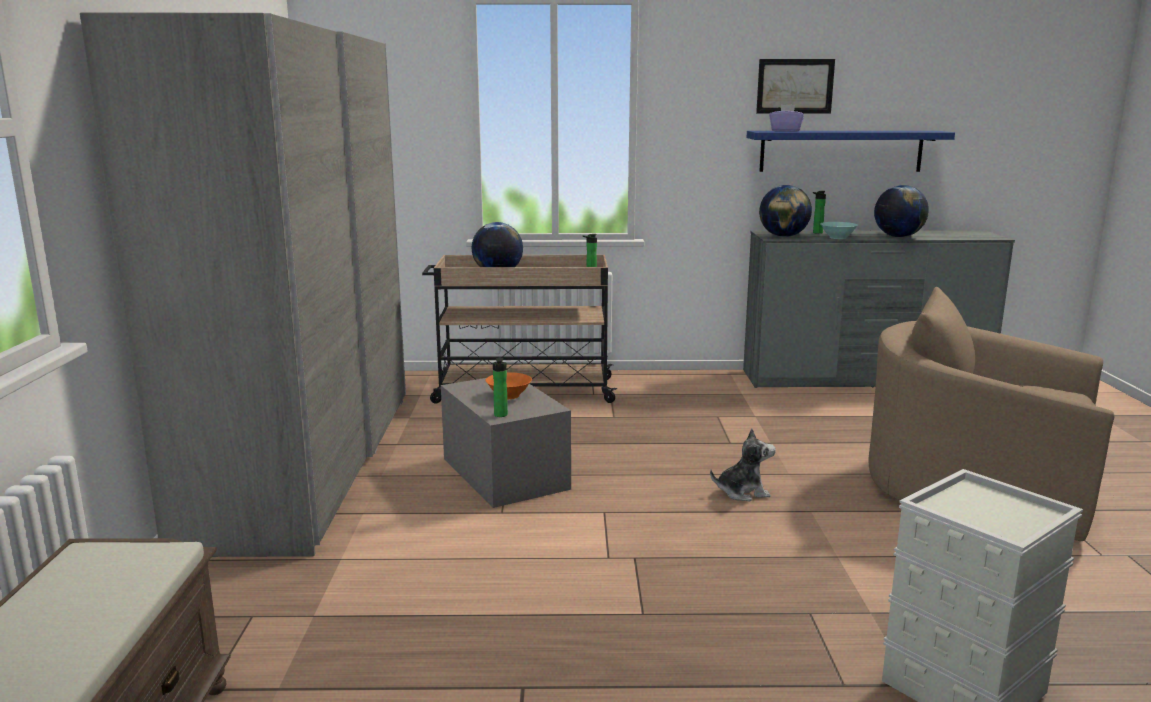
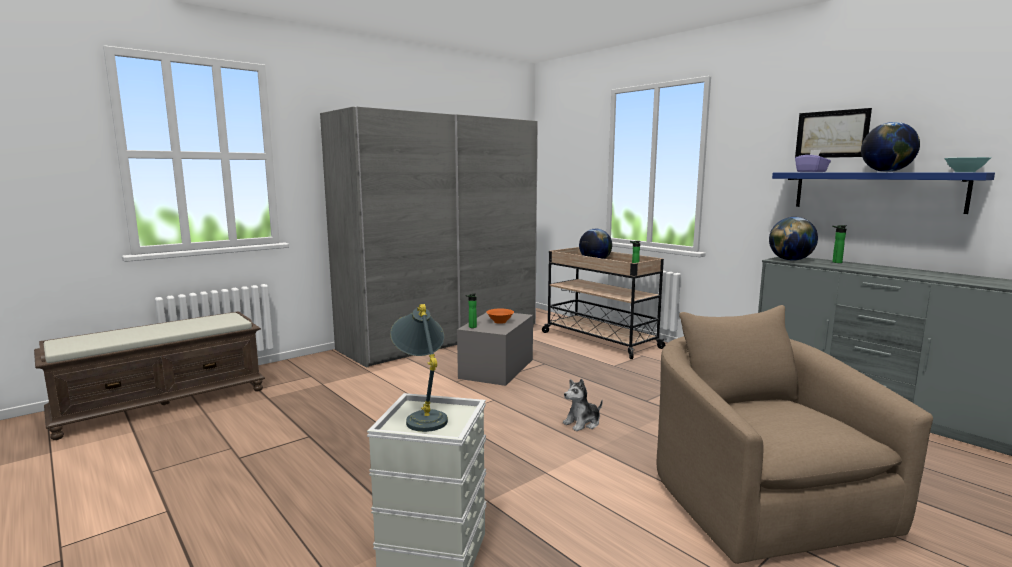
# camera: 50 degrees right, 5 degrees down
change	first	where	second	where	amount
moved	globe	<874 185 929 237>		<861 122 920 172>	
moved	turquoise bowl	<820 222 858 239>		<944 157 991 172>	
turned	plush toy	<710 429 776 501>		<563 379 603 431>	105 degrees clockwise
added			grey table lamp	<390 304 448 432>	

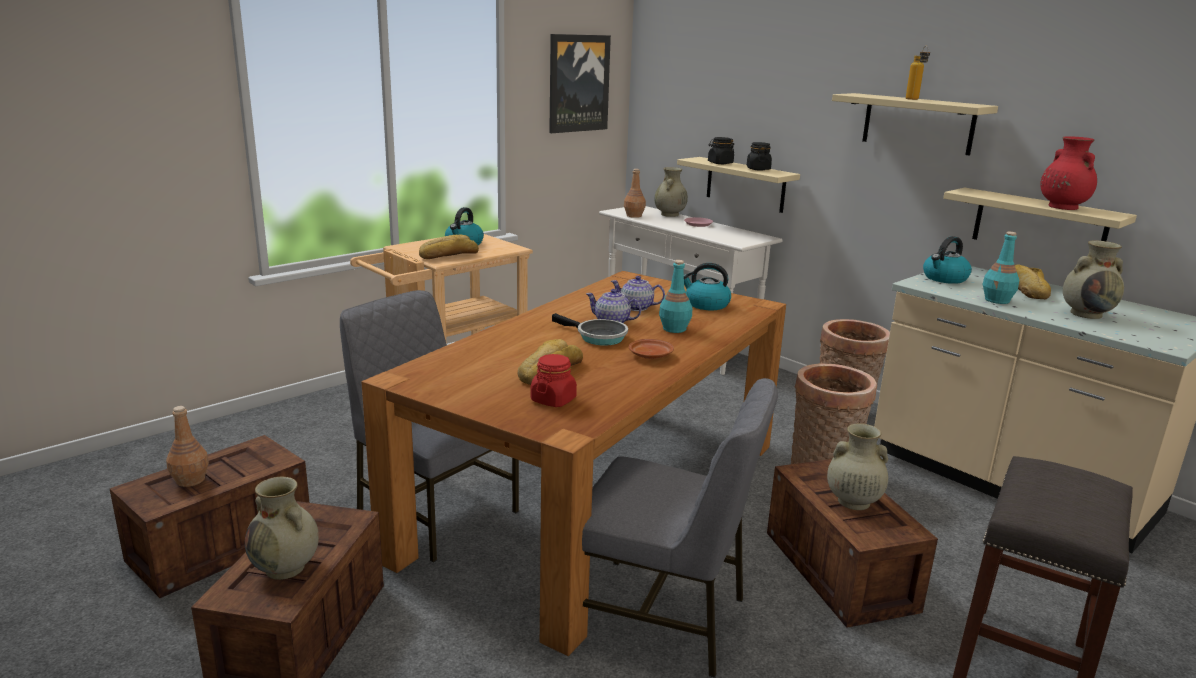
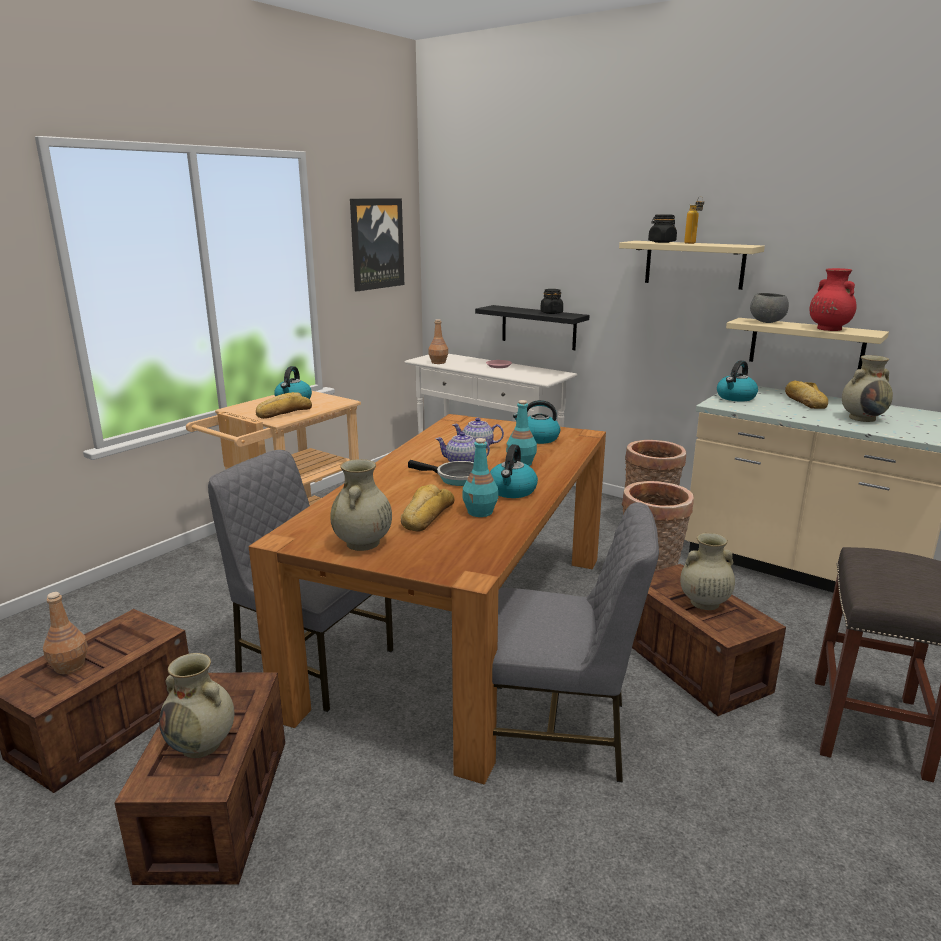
# camera: 10 degrees left, 0 degrees up
change	first	where	second	where	amount
moved	black jar	<708 137 734 164>		<648 215 677 243>	
recoloured	beige shelf	<677 157 800 213>	black shelf	<475 305 590 350>	
moved	beige vase	<654 167 688 217>		<330 459 392 551>	
moved	turquoise bottle	<983 232 1019 304>		<462 438 498 517>	
replaced	brown plate	<629 339 674 359>	kettle	<490 444 538 498>	
removed	red jar	<531 354 577 407>			
added			grey bowl	<750 293 789 323>	

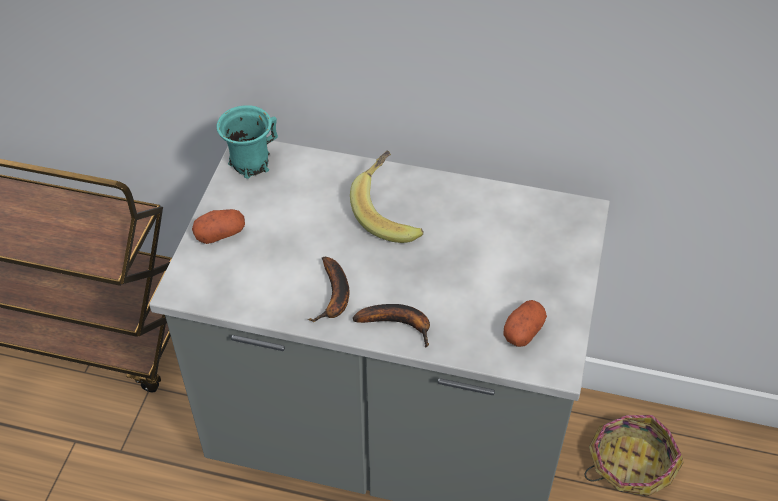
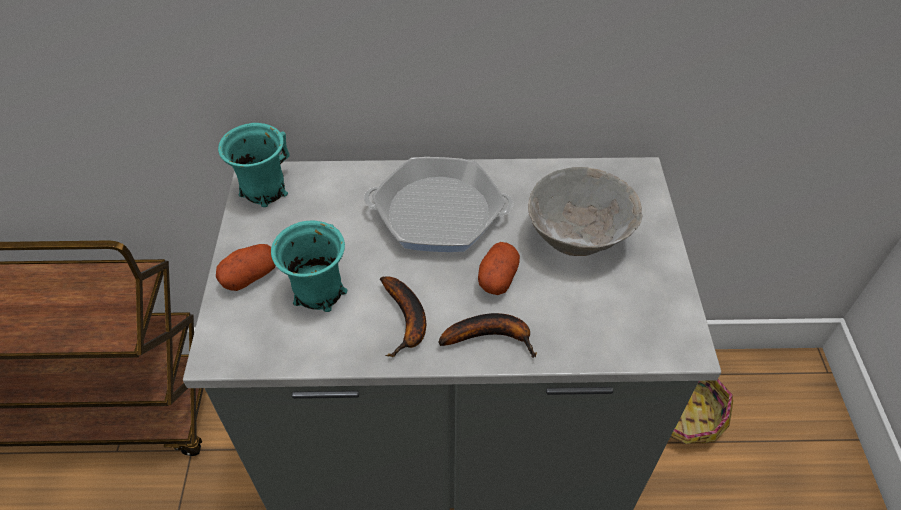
# camera: 15 degrees left, 0 degrees up
change	first	where	second	where	amount
replaced	banana	<350 150 424 243>	frying pan	<364 157 514 252>	
moved	potato	<504 300 547 347>		<478 242 520 295>	
added			grey bowl	<528 167 643 256>	
added			turquoise mug	<271 221 347 312>	

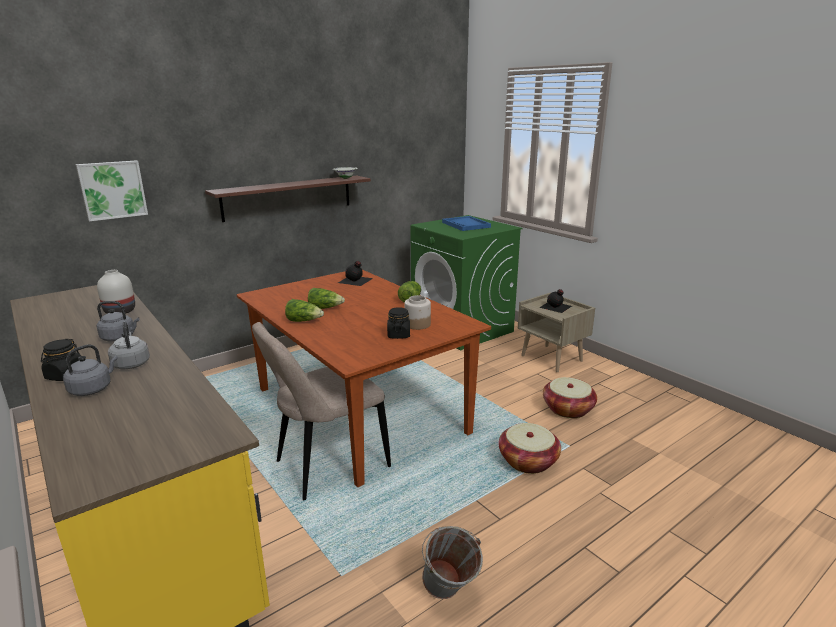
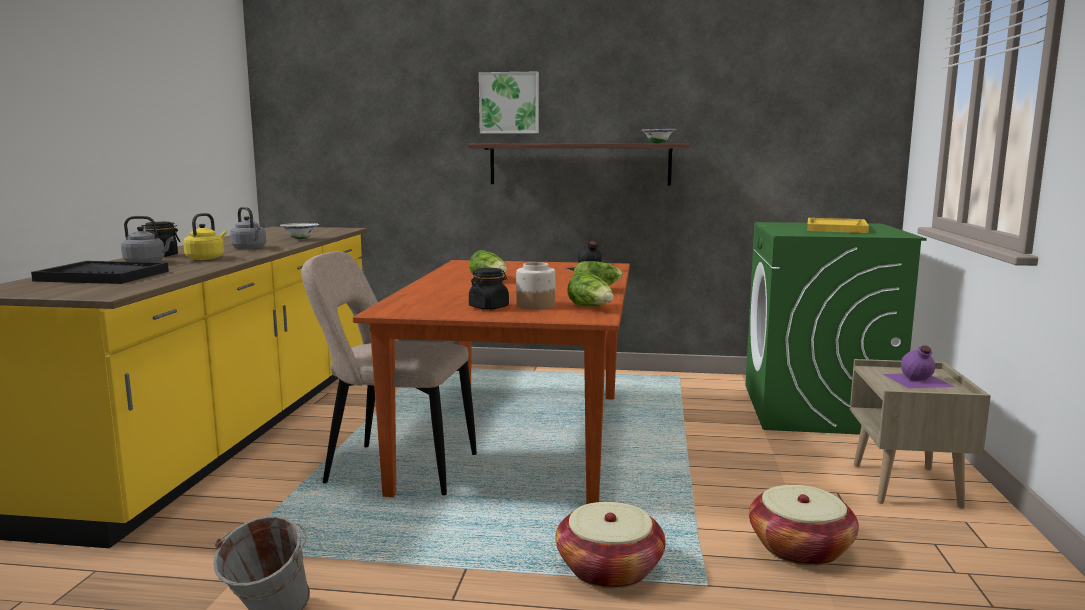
# camera: 45 degrees right, 10 degrees down
change	first	where	second	where	amount
moved	picture	<76 160 148 221>		<479 72 539 133>	
recoloured	blue tray	<442 216 491 231>	yellow tray	<807 218 869 233>	
replaced	white vase	<97 270 135 314>	white bowl	<280 223 319 239>	
recoloured	black bottle	<539 289 572 313>	purple bottle	<883 345 955 389>	
moved	lettuce	<285 299 324 322>		<567 272 613 306>	
recoloured	grey kettle	<108 322 150 369>	yellow kettle	<183 213 227 260>	
added			black tray	<31 261 169 284>	

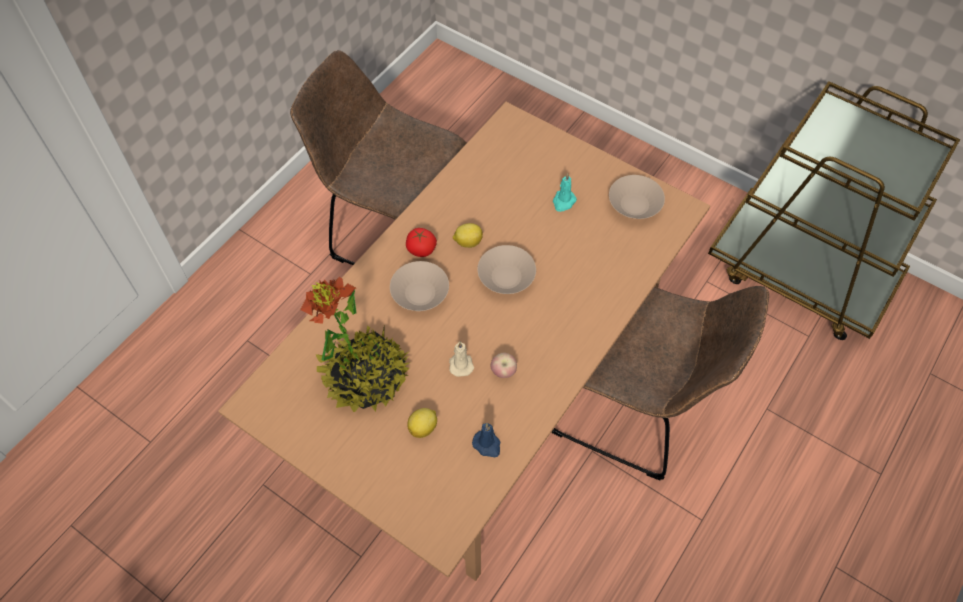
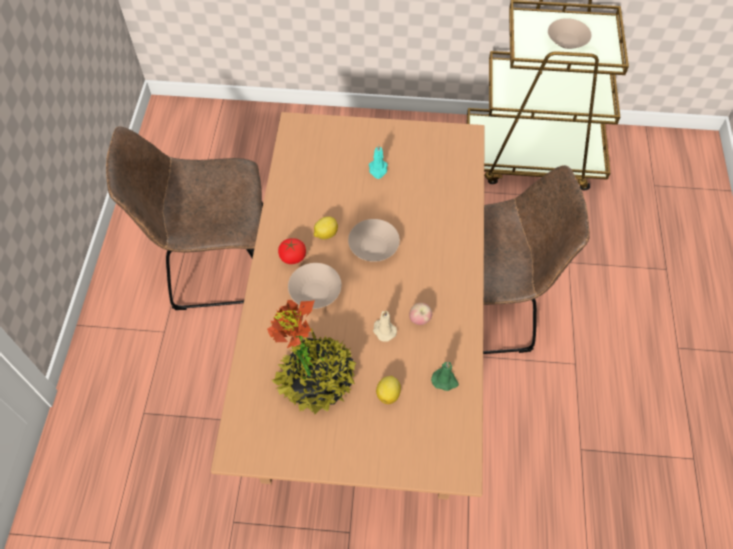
# camera: 30 degrees left, 0 degrees up
change	first	where	second	where	amount
moved	beige bowl	<609 175 665 219>		<548 18 591 49>	
recoloured	blue candle	<472 423 501 457>	green candle	<431 362 459 391>	

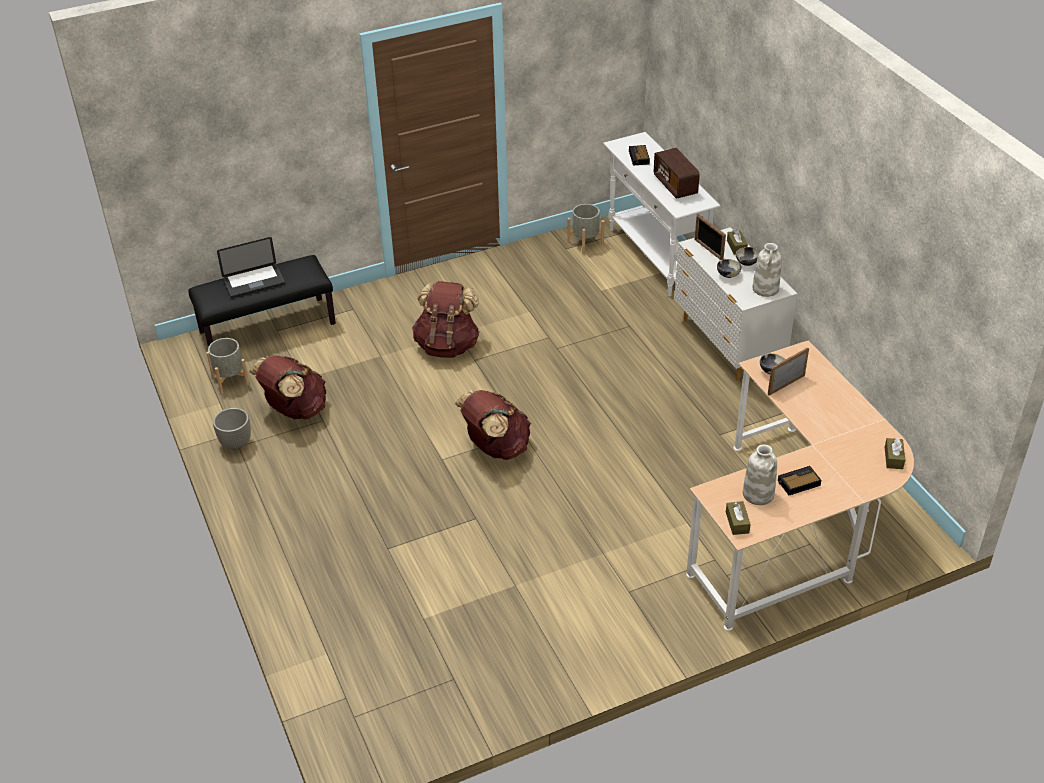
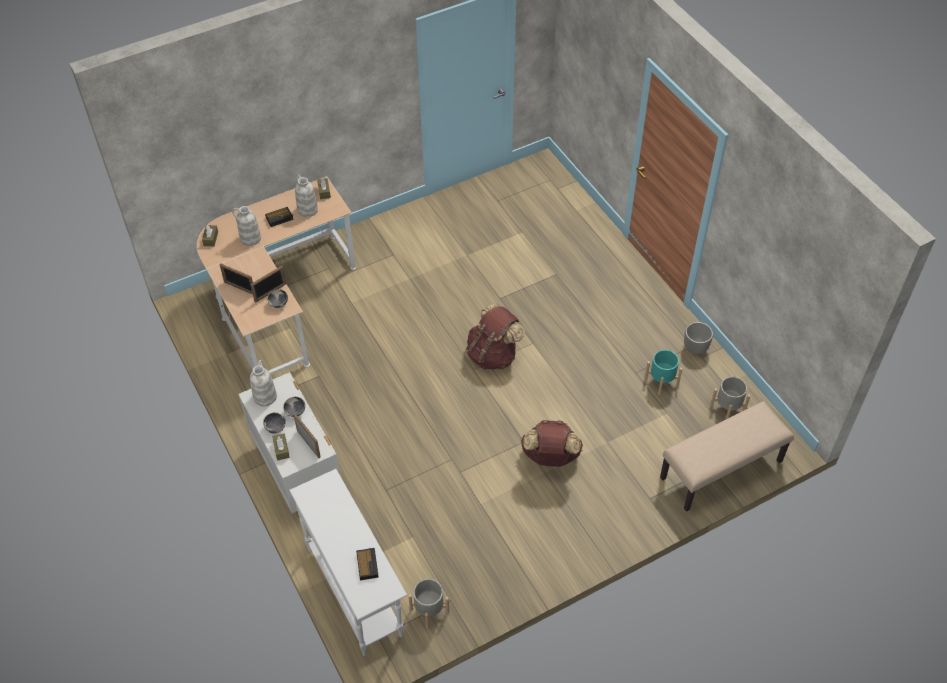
# camera: 175 degrees right, 10 degrees up
change	first	where	second	where	amount
removed	radio	<654 148 700 199>			
removed	laptop	<217 237 285 298>			
recoloured	black bench	<188 255 336 347>	beige bench	<660 401 794 512>	
replaced	brown backpack	<249 355 326 419>	turquoise planter	<645 350 682 395>	
added			white vase	<232 206 261 246>	
added			picture frame	<219 263 253 294>	

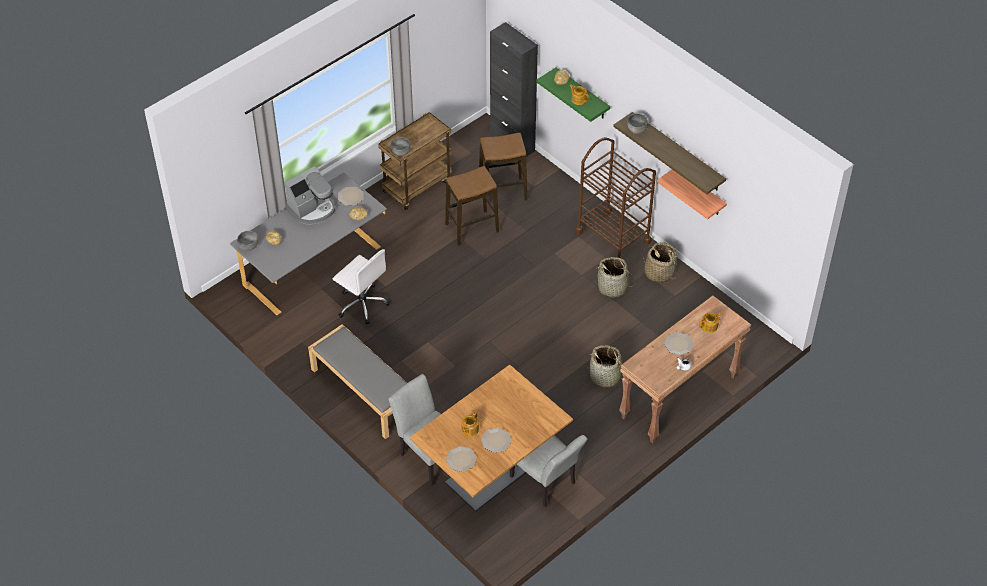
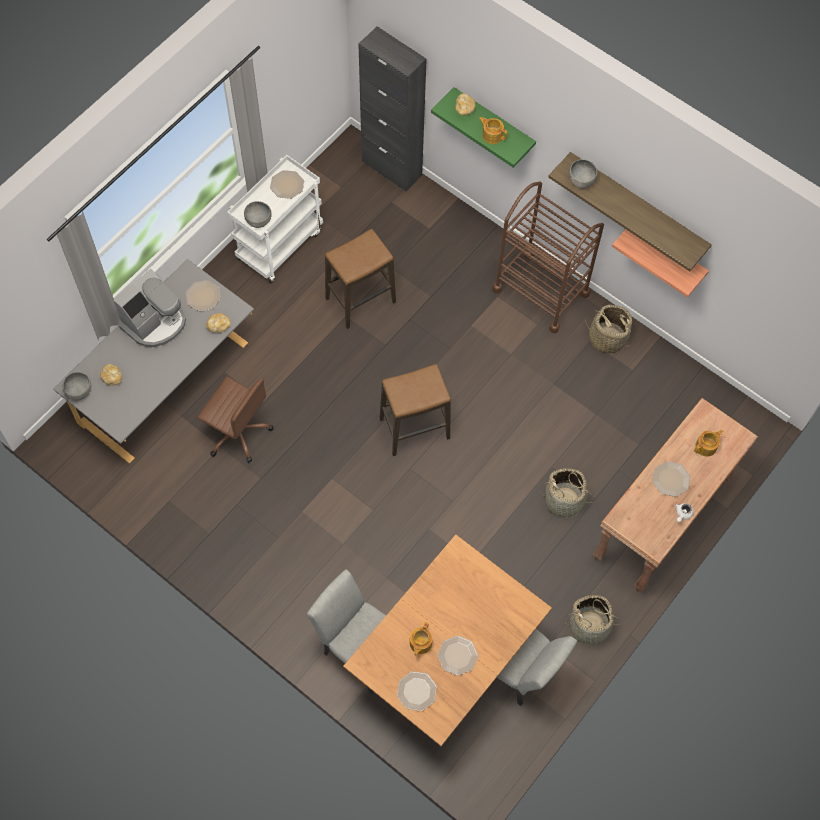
# camera: 10 degrees left, 15 degrees up
change	first	where	second	where	amount
recoloured	brown cart	<378 112 452 210>	white cart	<227 155 323 284>	
moved	stool	<479 133 527 200>		<379 364 451 456>	
recoloured	white office chair	<332 249 390 325>	brown office chair	<198 376 273 463>	
moved	basket	<594 257 632 297>		<564 595 623 645>	
removed	grey bench	<308 324 407 439>			
added			plate	<270 170 304 199>	

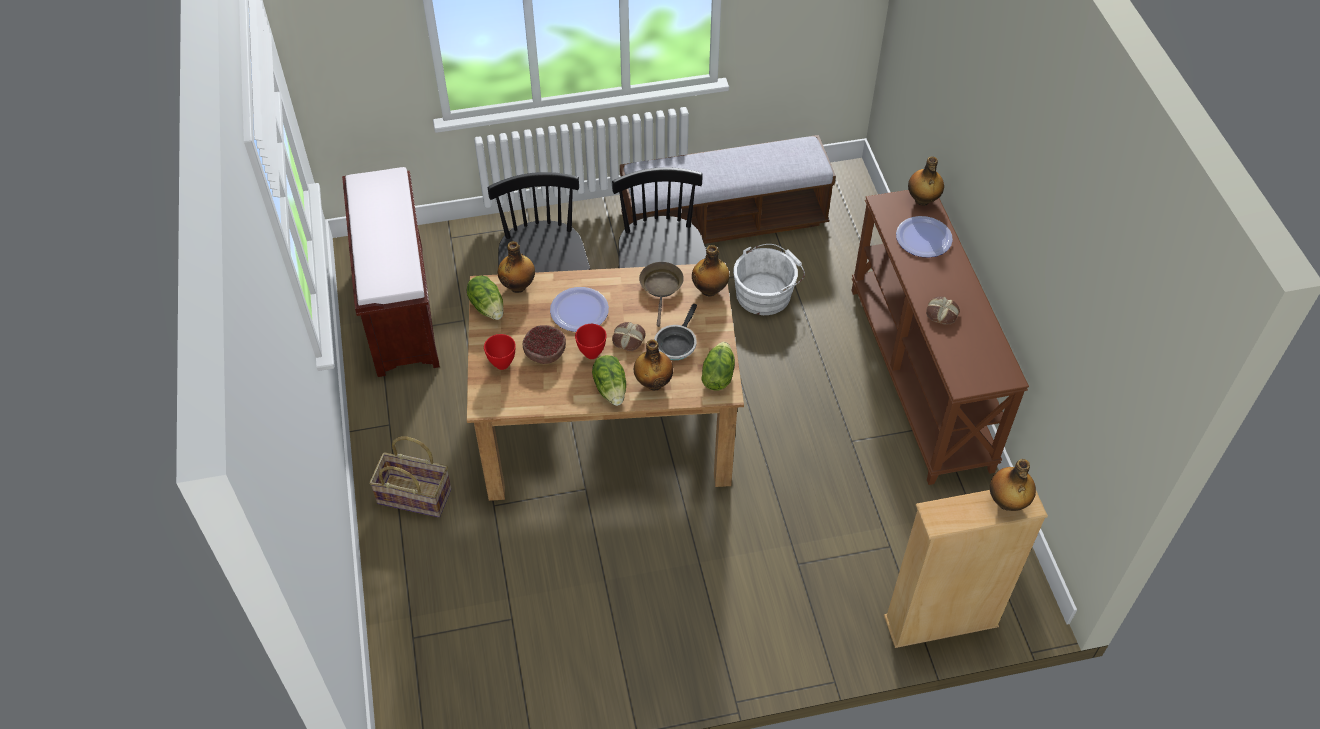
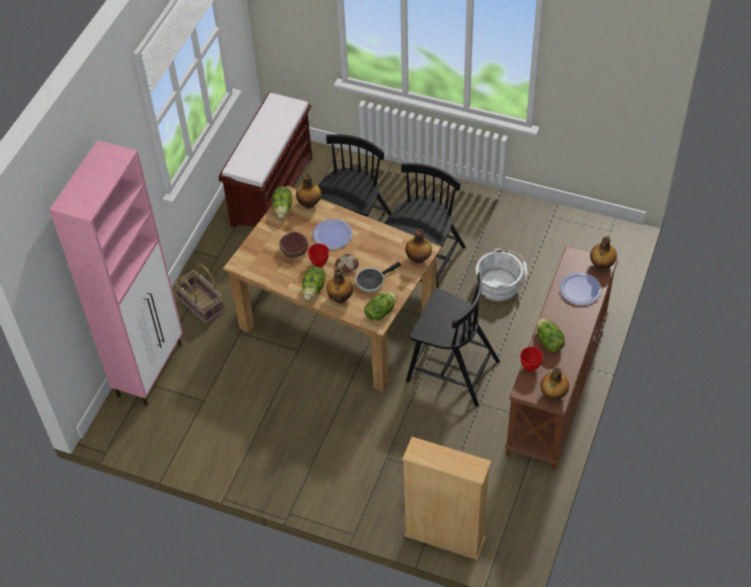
# camera: 35 degrees right, 0 degrees up
change	first	where	second	where	amount
removed	bench	<620 135 836 244>			
removed	brown frying pan	<639 262 684 327>			
replaced	bread	<926 296 960 325>	lettuce	<537 319 565 352>	
moved	red bowl	<484 334 516 370>		<520 347 543 372>	
moved	bottle	<990 459 1036 511>		<541 367 569 400>	
added			pink cabinet	<49 140 183 406>	
added			black chair	<406 272 500 407>	

